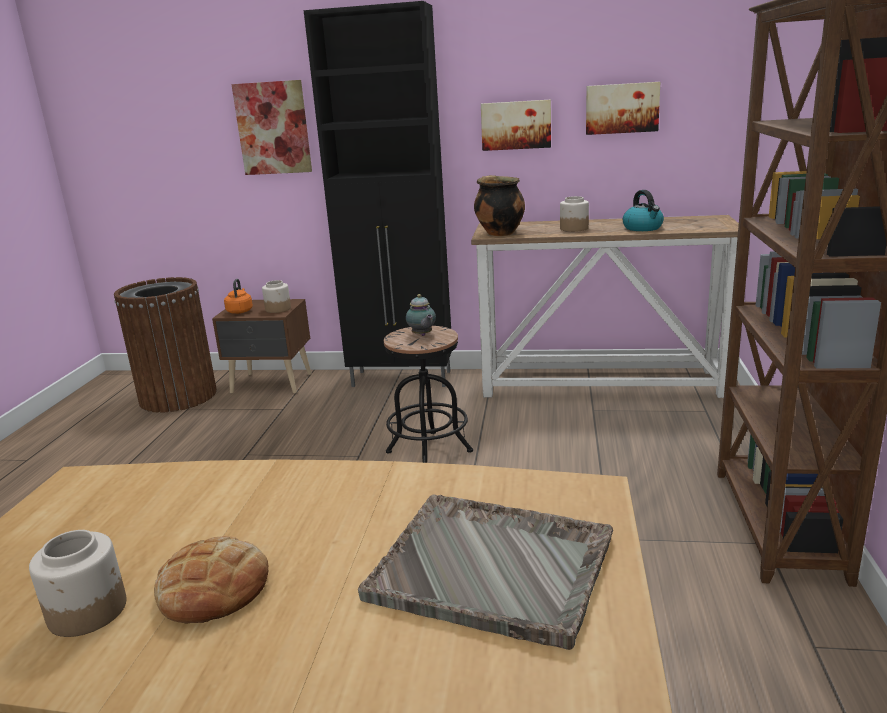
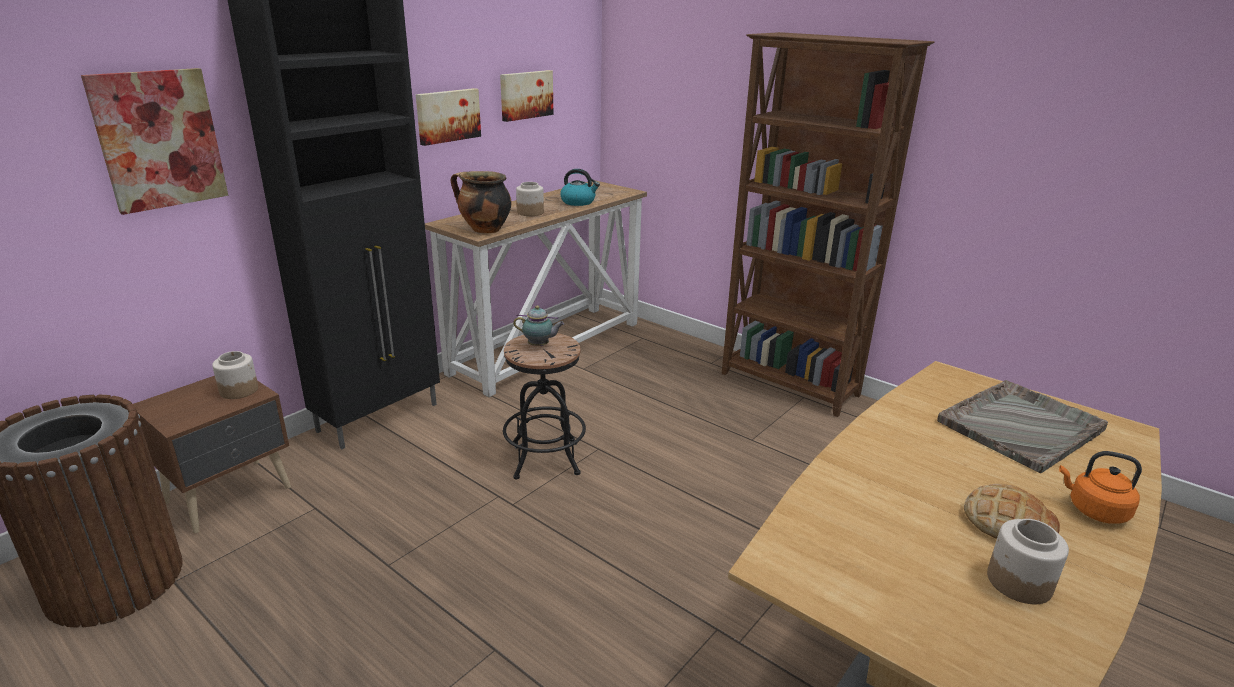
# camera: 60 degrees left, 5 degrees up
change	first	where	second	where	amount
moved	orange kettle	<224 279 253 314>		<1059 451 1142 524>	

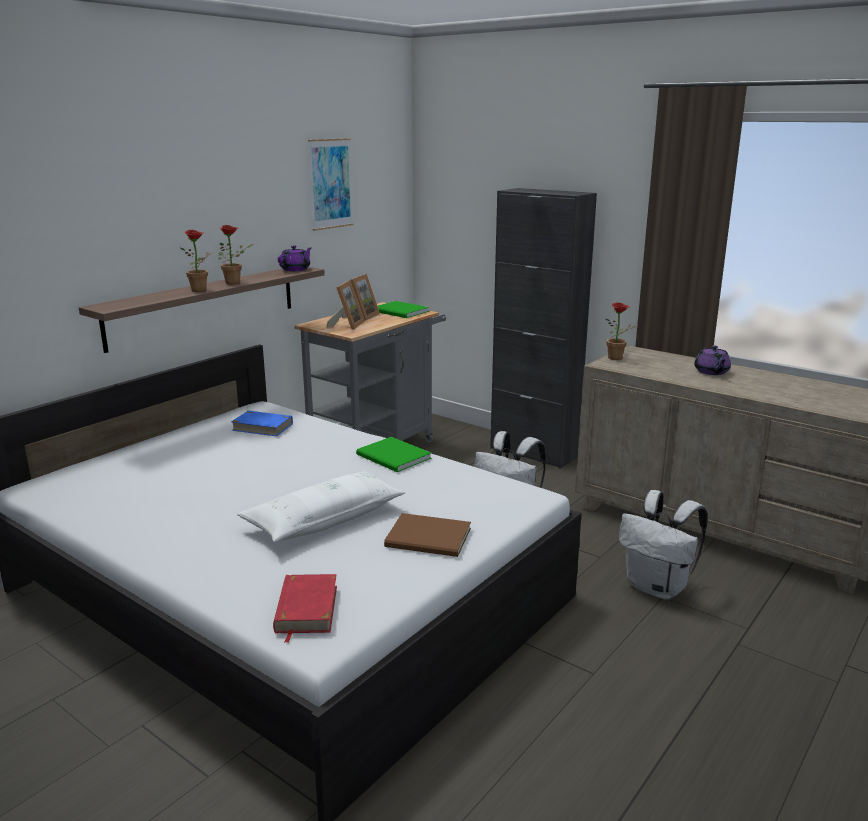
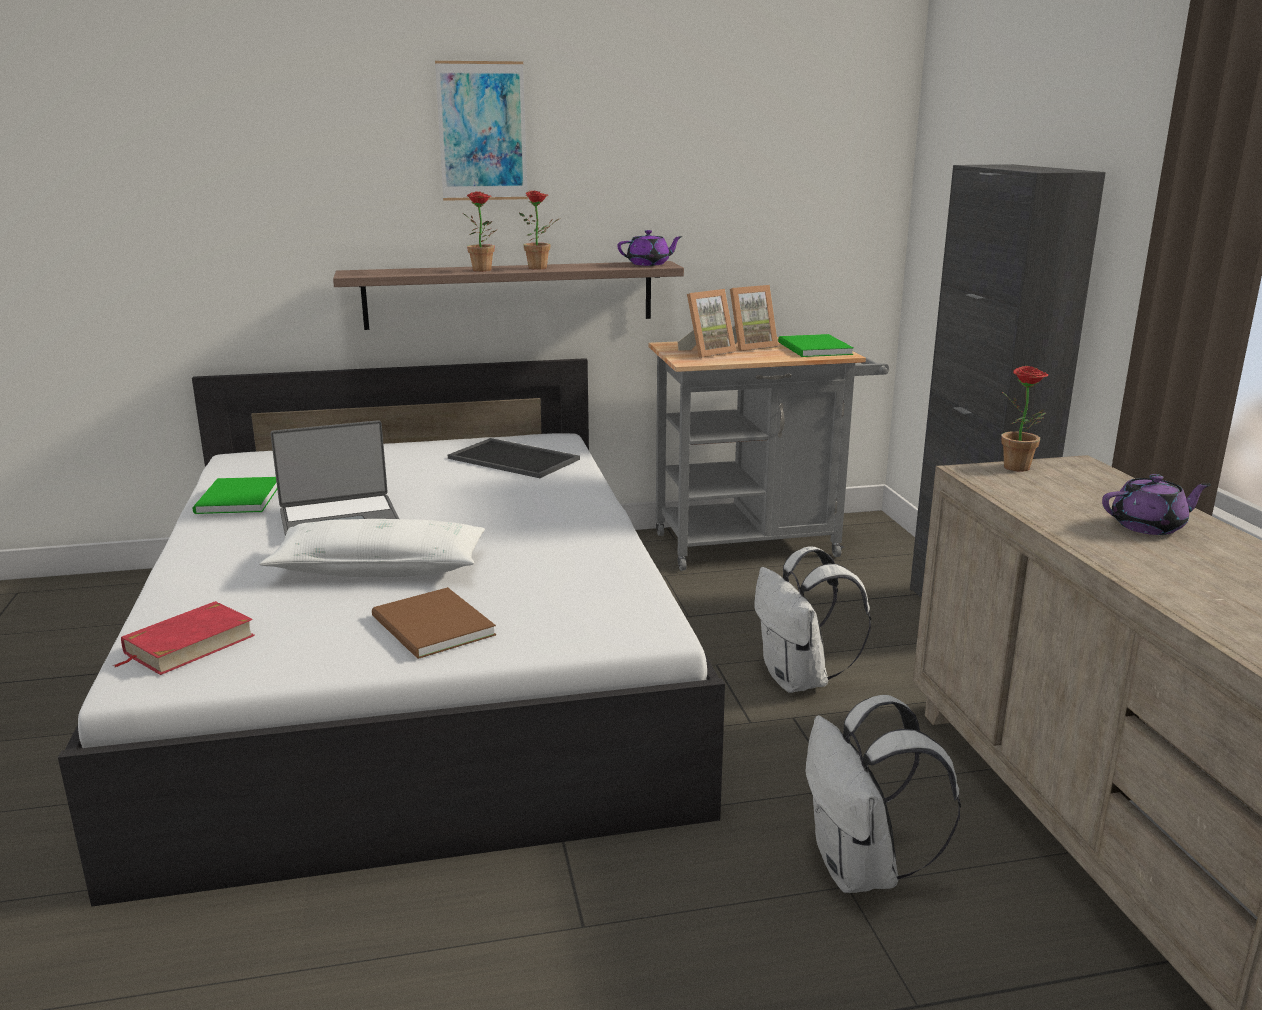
# camera: 40 degrees right, 0 degrees up
change	first	where	second	where	amount
moved	picture	<308 138 353 231>		<435 61 528 201>	
turned	purple teapot	<694 345 731 375>		<1102 474 1211 535>	135 degrees counterclockwise
replaced	blue book	<231 411 293 436>	tray	<448 438 580 478>	
moved	green book	<356 437 432 472>		<193 477 277 514>	
added			laptop	<270 420 399 535>	

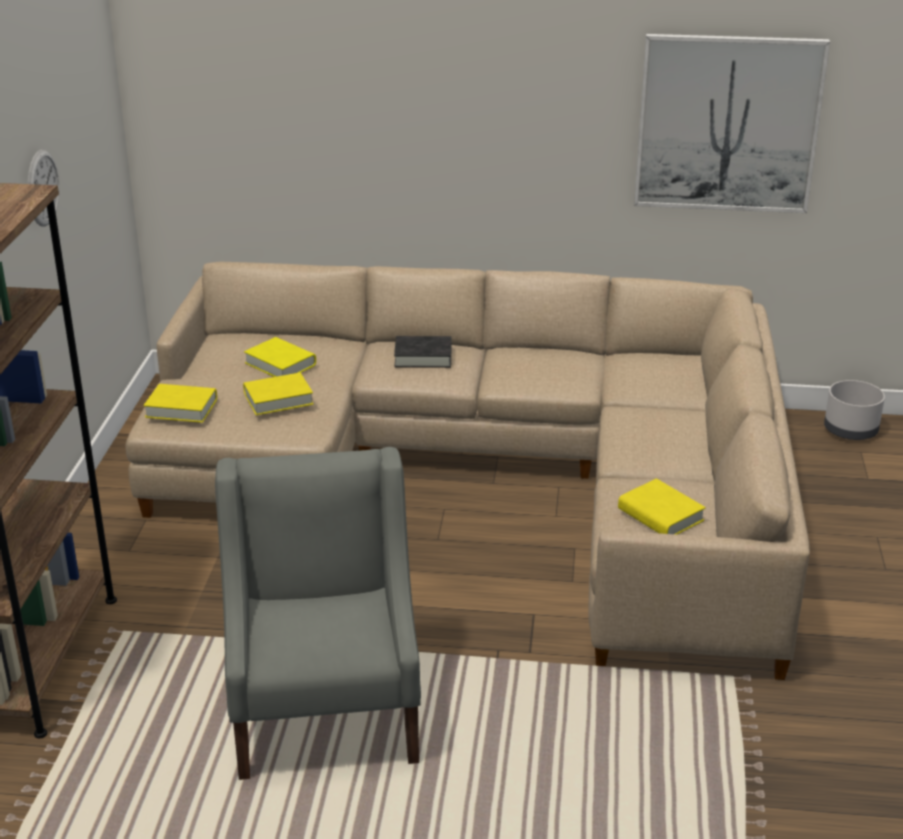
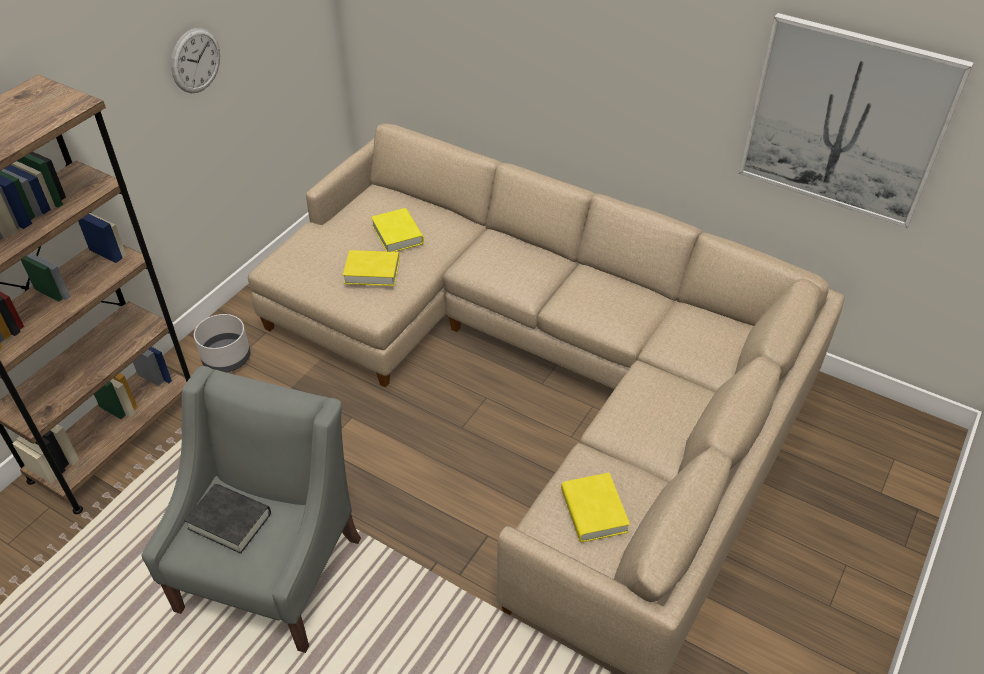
# camera: 25 degrees right, 15 degrees up
change	first	where	second	where	amount
moved	black book	<394 336 452 368>		<184 484 271 554>	
moved	grey planter	<824 380 885 440>		<194 314 250 373>	
removed	yellow book	<144 384 217 423>			

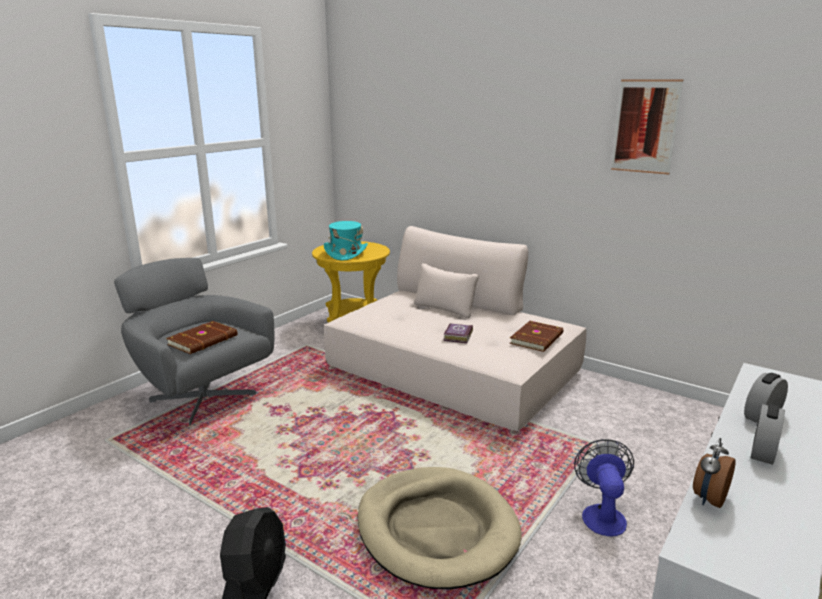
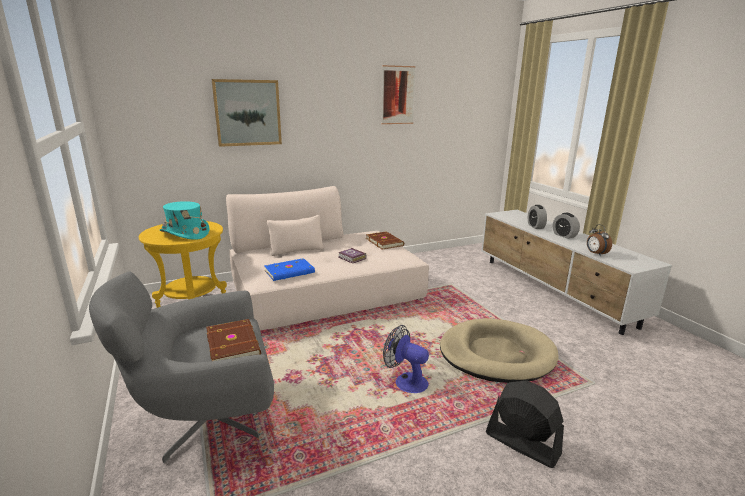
# camera: 60 degrees left, 0 degrees up
change	first	where	second	where	amount
moved	fan	<574 439 634 537>		<383 325 429 393>	
added			picture	<212 79 282 147>	
added			blue book	<264 258 315 281>	

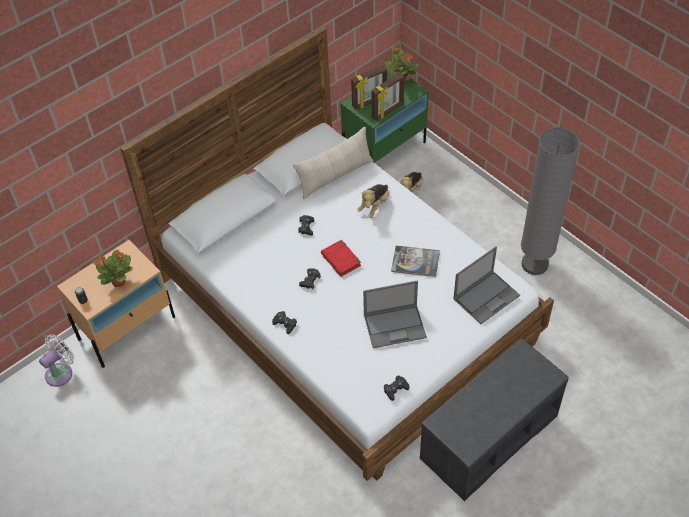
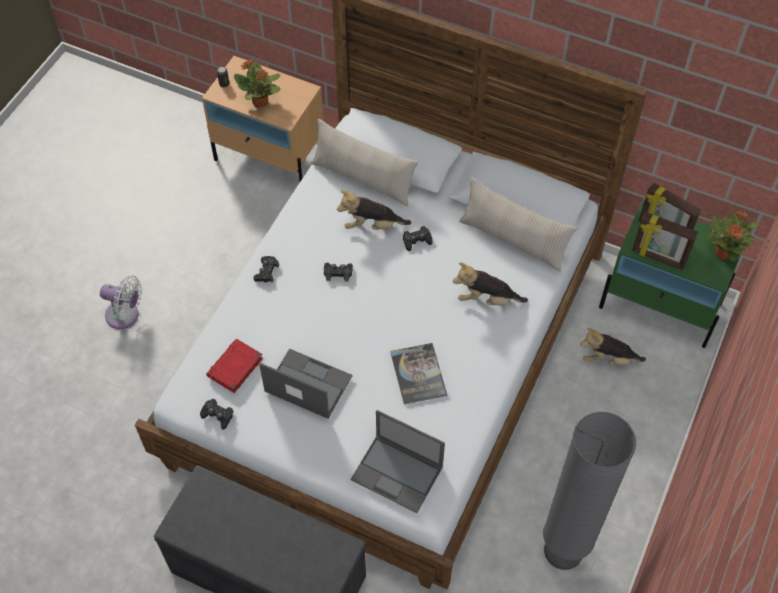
# camera: 65 degrees right, 5 degrees up
change	first	where	second	where	amount
moved	red book	<321 240 361 277>		<206 339 263 393>	
turned	laptop	<363 280 427 348>		<259 348 353 419>	150 degrees clockwise
moved	white fan	<39 335 75 387>		<100 275 142 329>	
added			beige pillow	<311 119 418 206>	
added			plush toy	<337 190 411 230>	

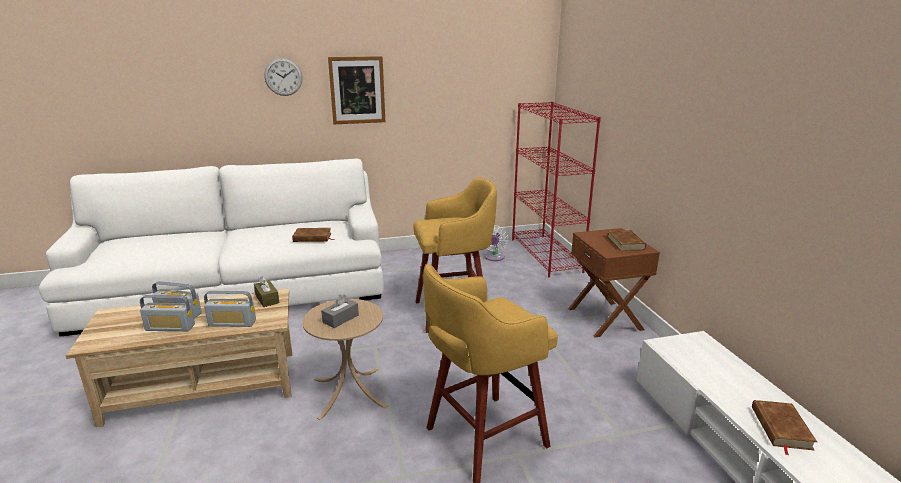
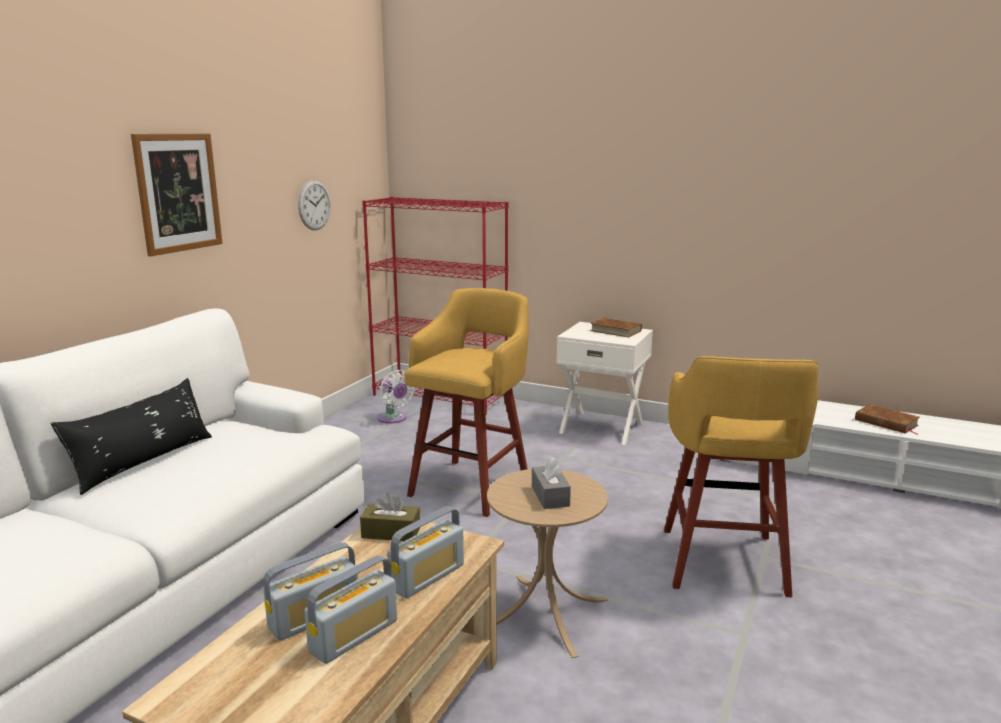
# camera: 50 degrees left, 5 degrees down
change	first	where	second	where	amount
moved	wall clock	<264 58 302 96>		<298 180 331 230>	
removed	brown book	<292 228 335 242>			
recoloured	brown nightstand	<568 228 660 338>	white nightstand	<557 322 653 445>	
added			black pillow	<51 378 212 495>	

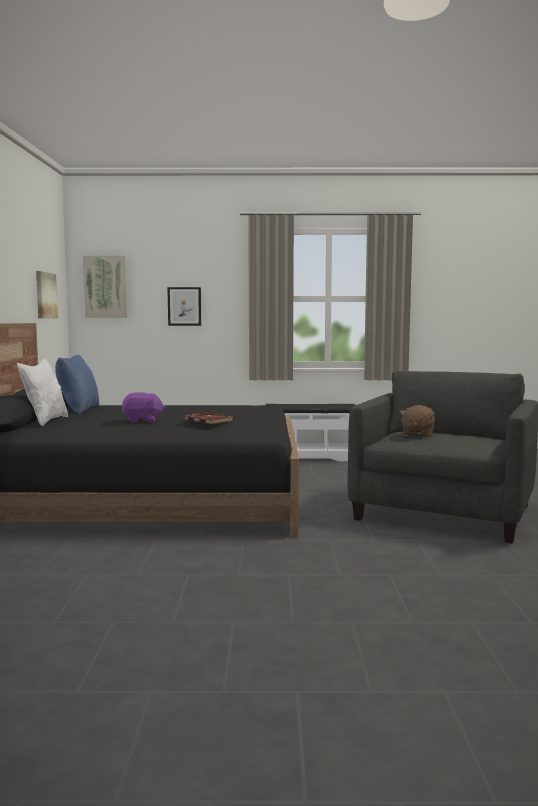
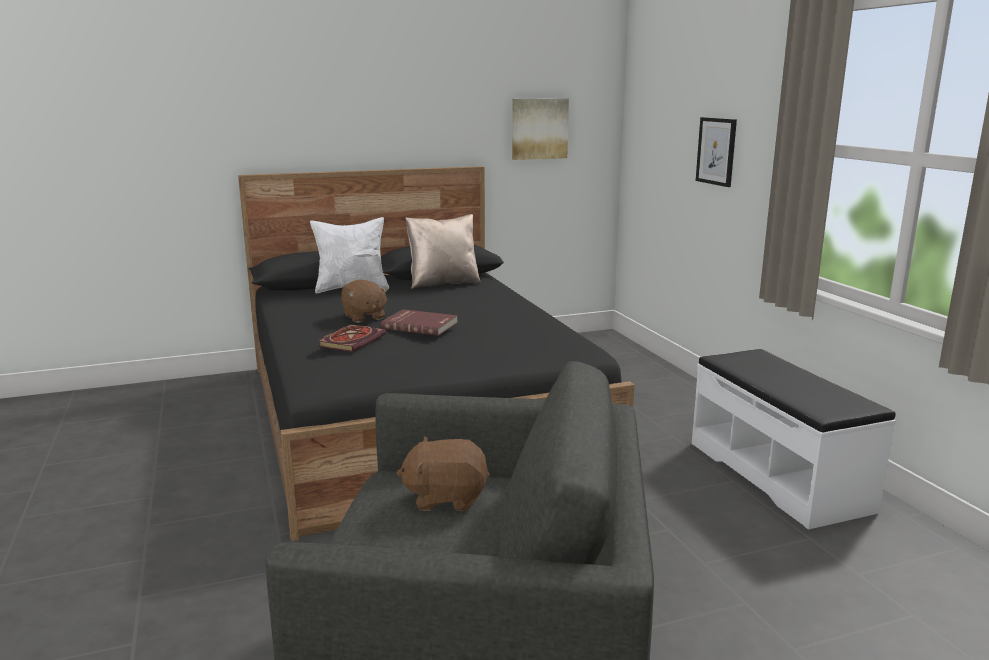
# camera: 70 degrees right, 10 degrees up
change	first	where	second	where	amount
removed	picture	<83 255 128 318>			
recoloured	blue pillow	<55 355 99 414>	beige pillow	<405 214 481 289>	
recoloured	purple plush toy	<121 392 165 423>	brown plush toy	<341 279 388 323>	
added			red book	<381 309 458 336>	

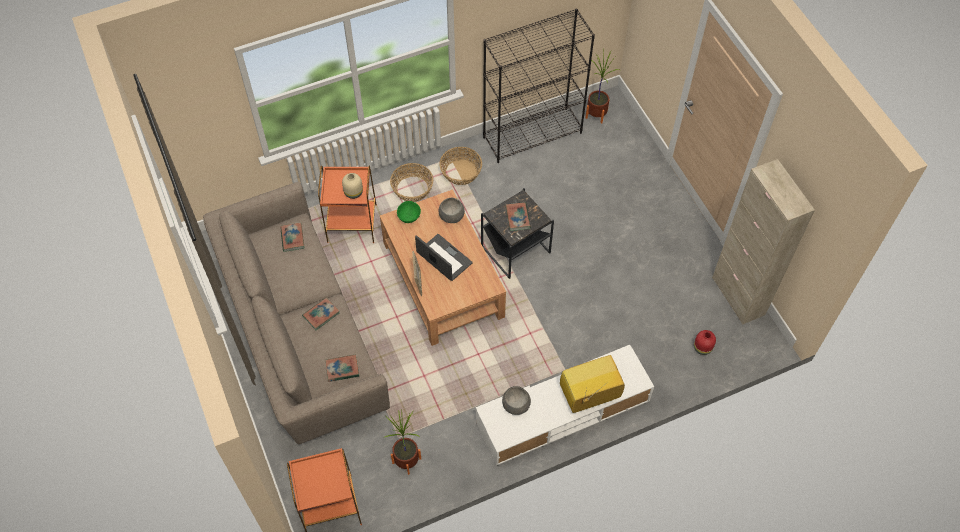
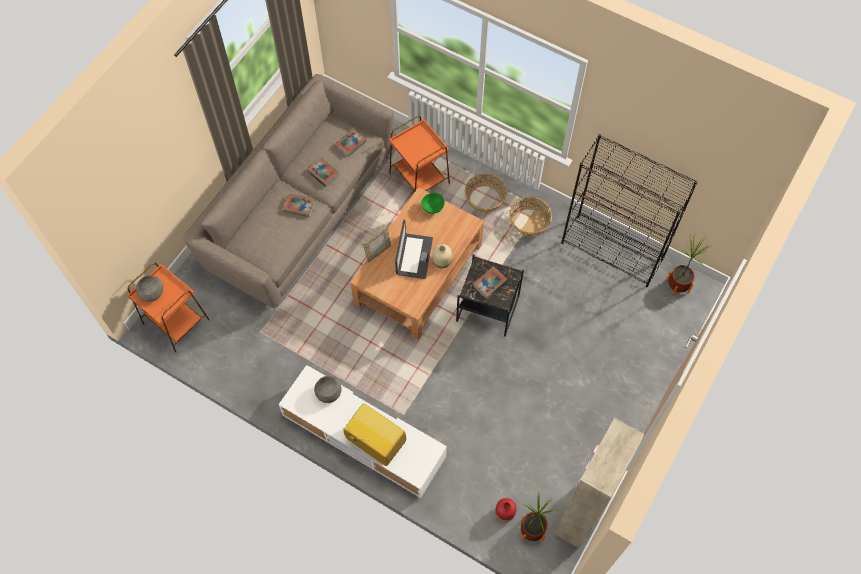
# camera: 55 degrees right, 5 degrees up
change	first	where	second	where	amount
moved	beige vase	<342 173 363 199>		<433 244 452 268>	
moved	grey bowl	<439 198 465 223>		<136 276 163 302>	
moved	book	<325 354 359 382>		<307 158 339 187>	
moved	potted plant	<385 411 421 475>		<521 491 558 542>	

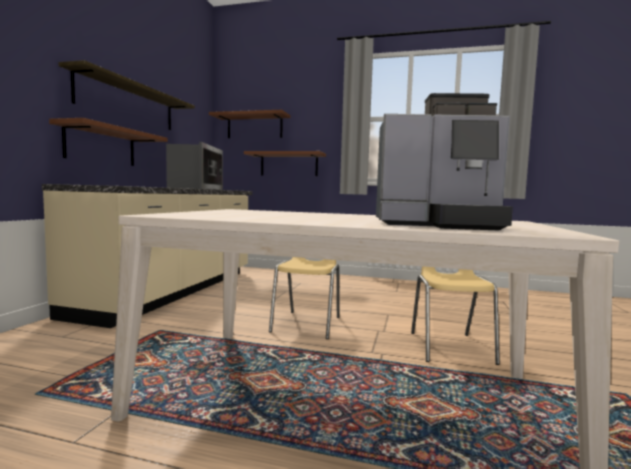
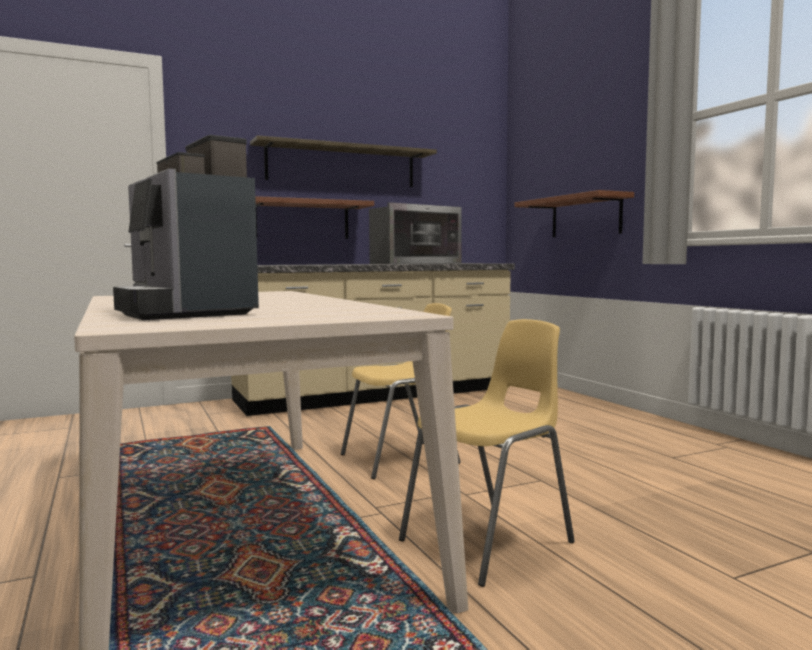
# camera: 50 degrees right, 0 degrees up
change	first	where	second	where	amount
removed	brown shelf	<209 110 290 138>			

